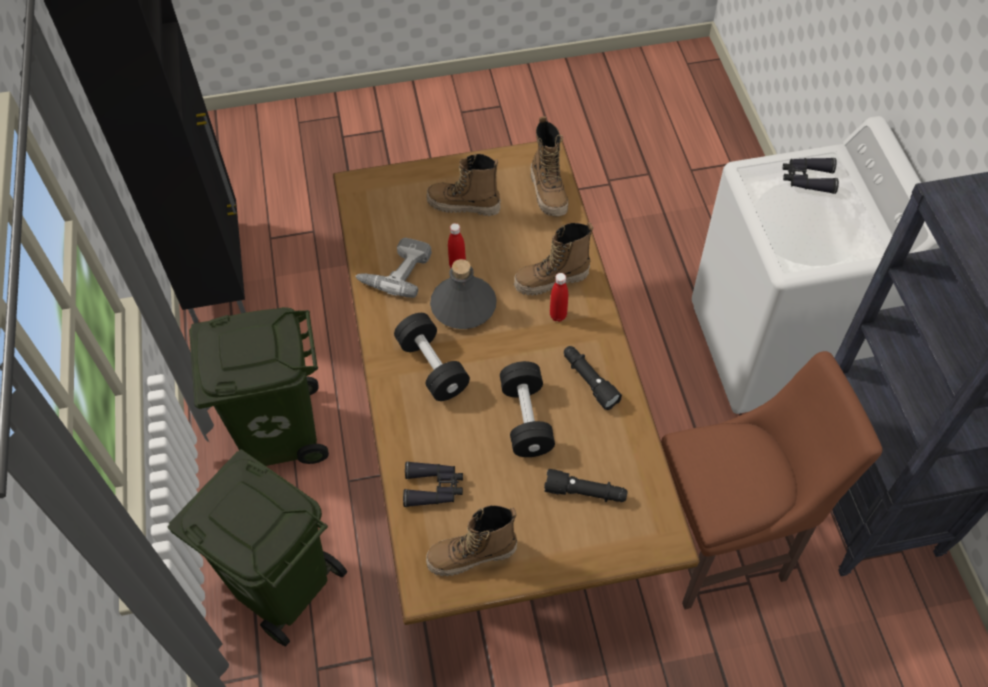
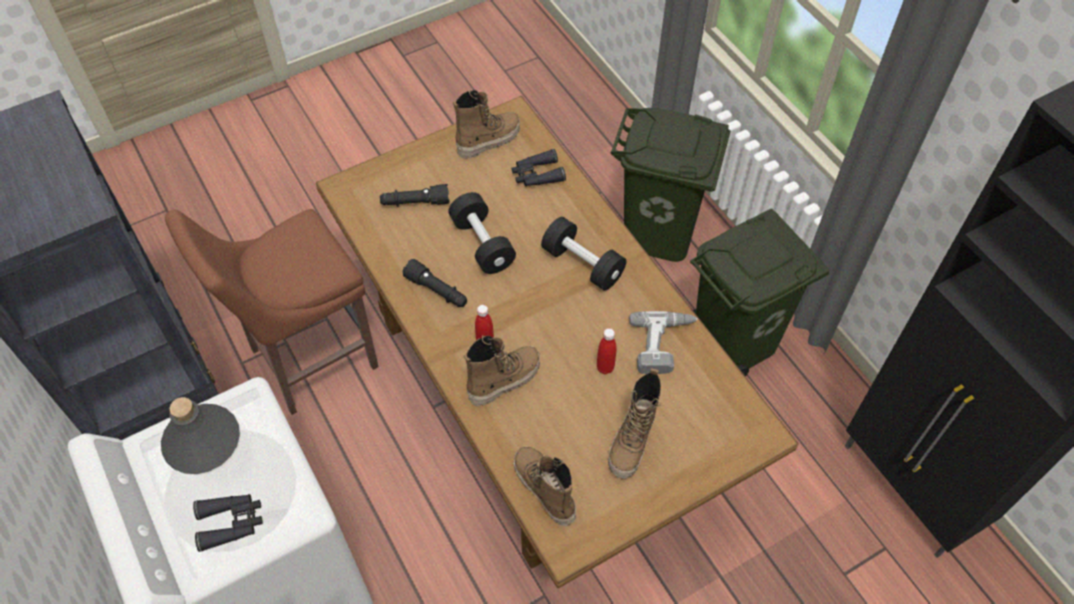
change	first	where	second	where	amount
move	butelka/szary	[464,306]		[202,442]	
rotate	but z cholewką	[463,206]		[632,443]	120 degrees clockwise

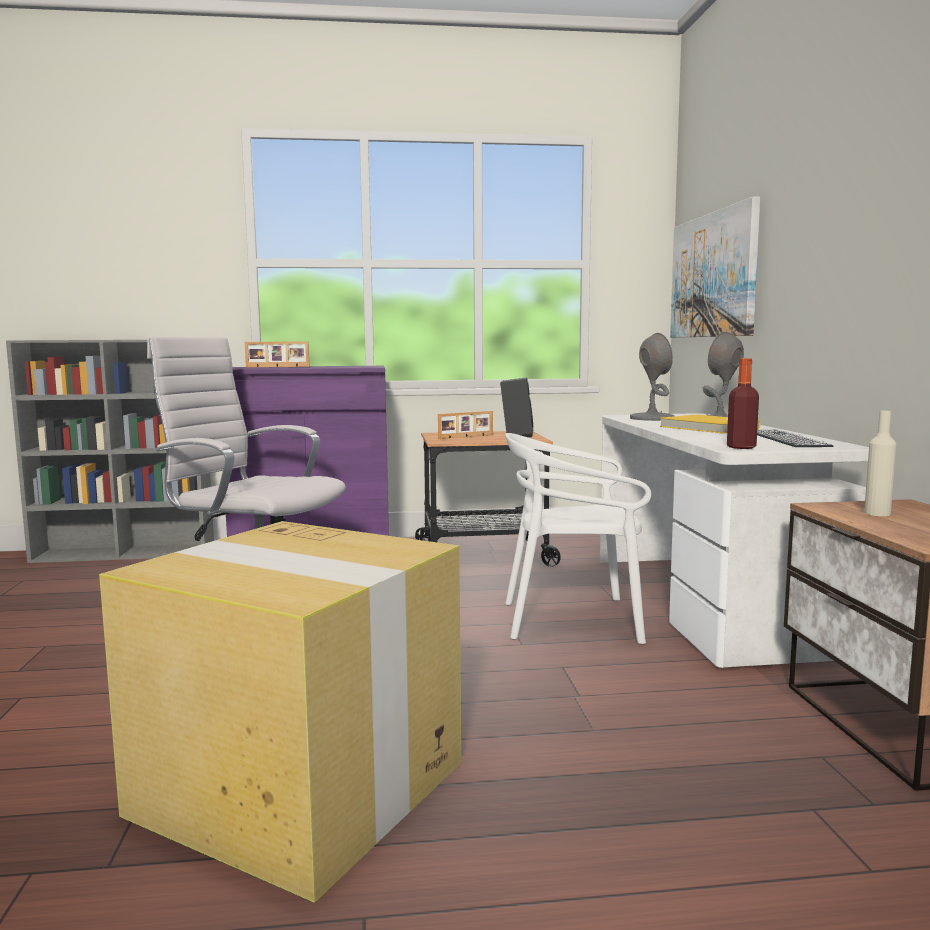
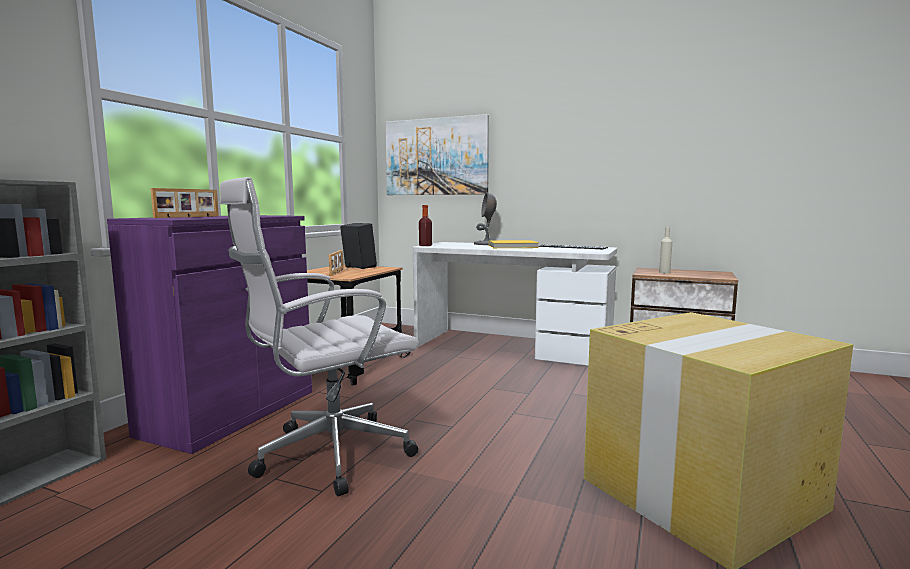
change	first	where	second	where	amount
delete	krzesło/biały	[572,620]			
delete	lampa stołowa/szary	[651,418]			
move	butelka	[741,447]		[425,245]	

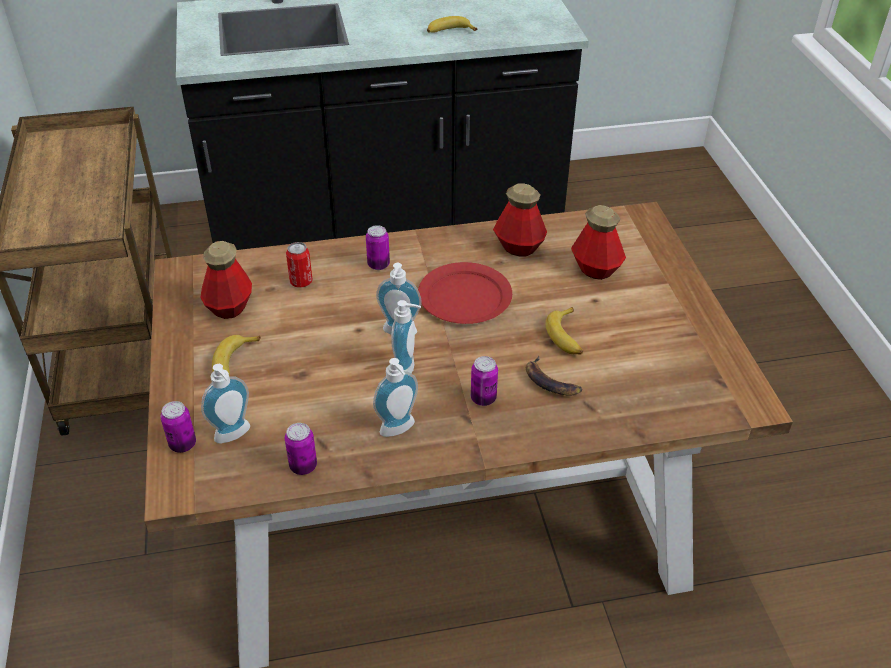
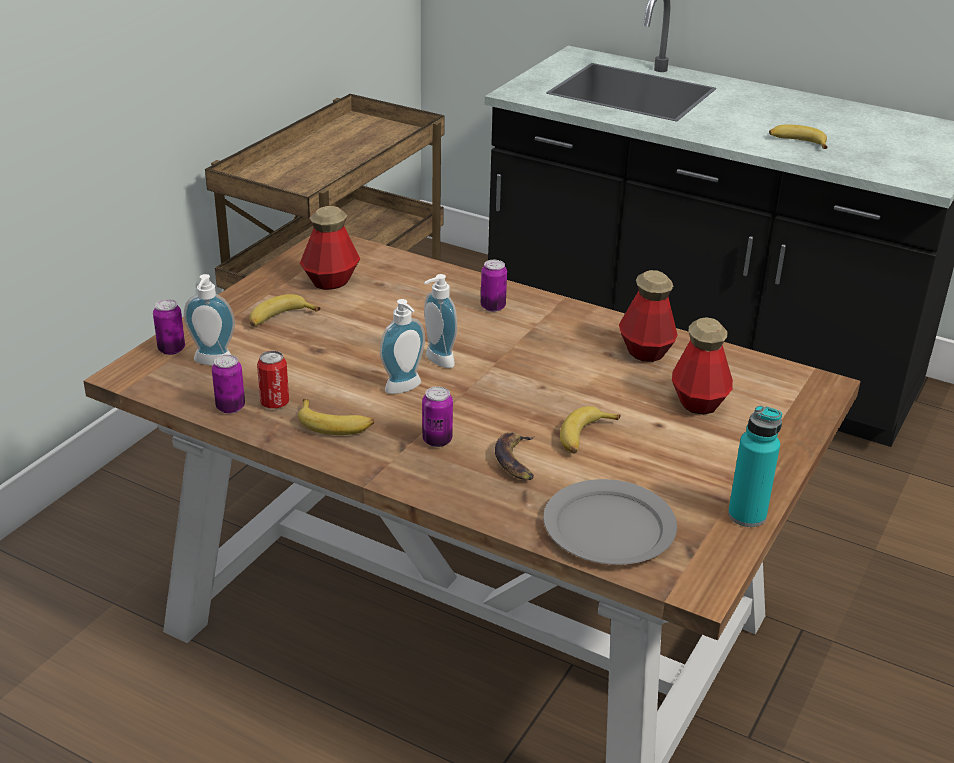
change	first	where	second	where	amount
delete	talerz/czerwony	[465,296]			
insert			talerz/szary	[608,527]	
insert			butelka/turkusowy	[747,515]	
move	puszka	[301,282]		[275,403]	
replace	dozownik mydła	[399,430]	banan	[335,424]	

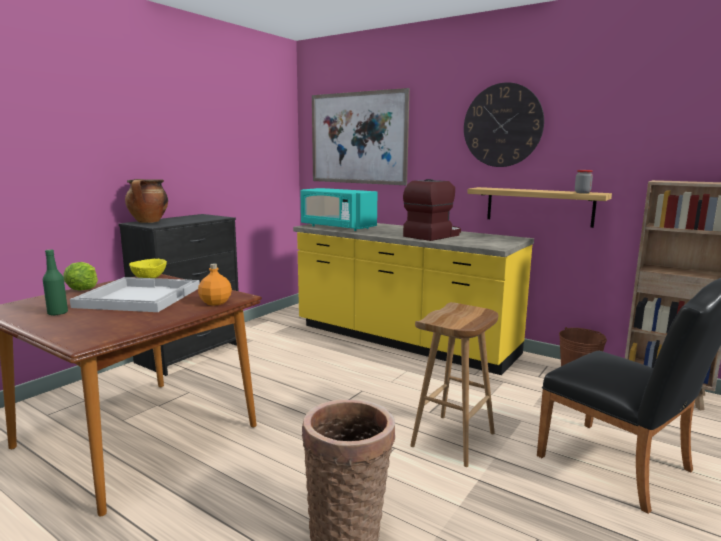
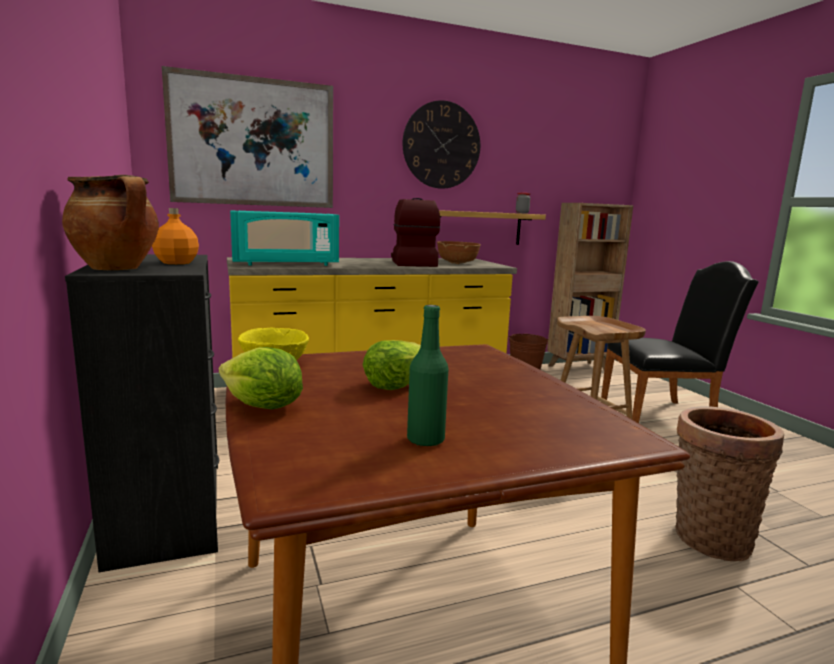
change	first	where	second	where	amount
insert			miska/brązowy	[457,263]	
move	butelka/pomarańczowy	[216,302]		[177,263]	
replace	taca/biały	[139,296]	sałata	[396,384]	

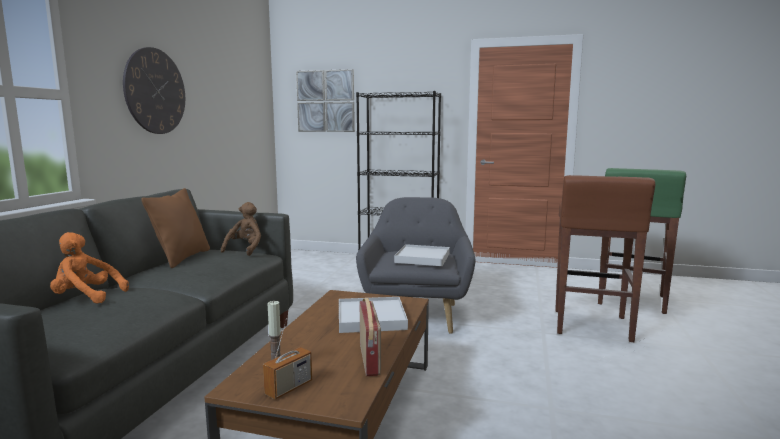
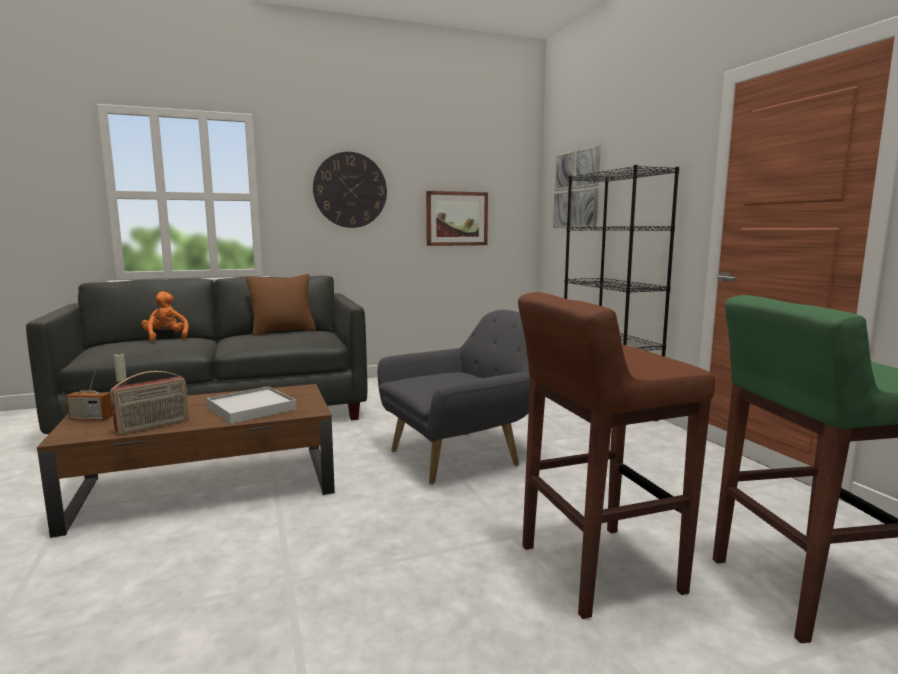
change	first	where	second	where	amount
delete	pluszak/brązowy	[245,249]			
delete	taca/biały	[422,258]			
insert			obraz	[456,218]	

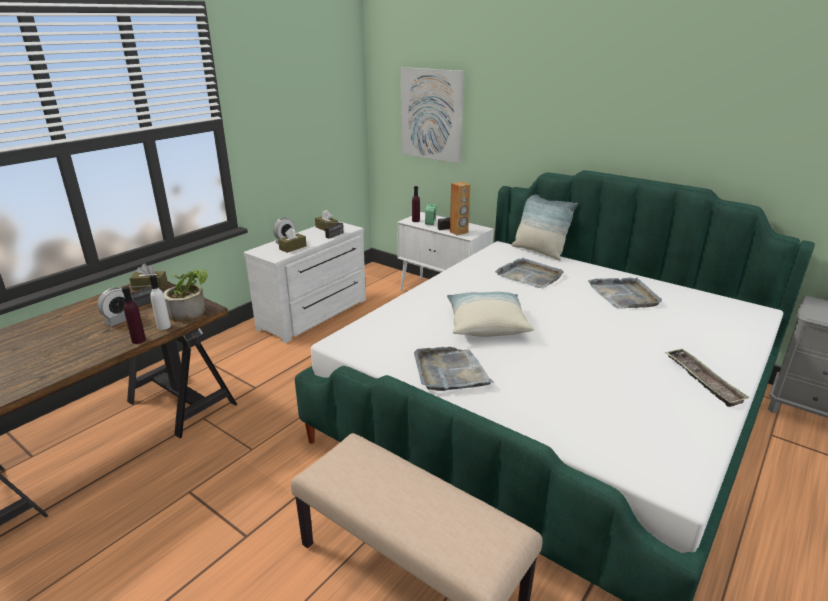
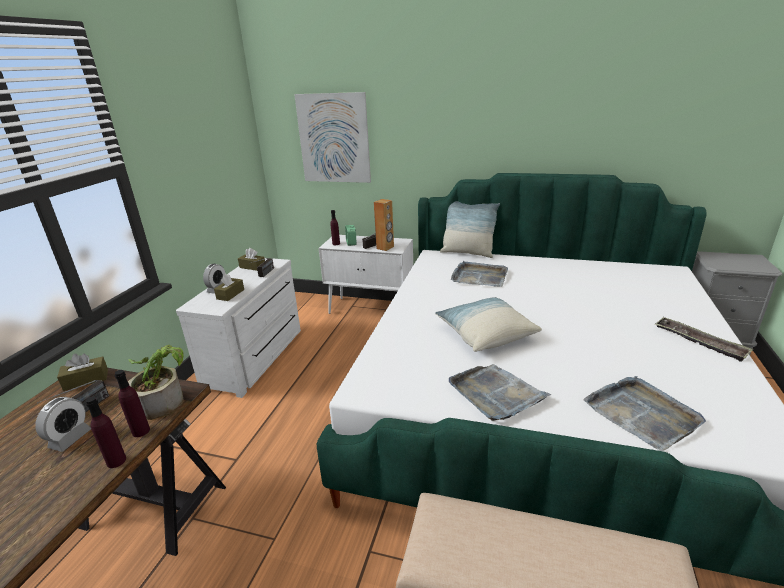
change	first	where	second	where	amount
move	taca/szary	[624,295]		[642,414]	
recolor	butelka/biały	[164,326]	butelka/fioletowy	[141,431]	

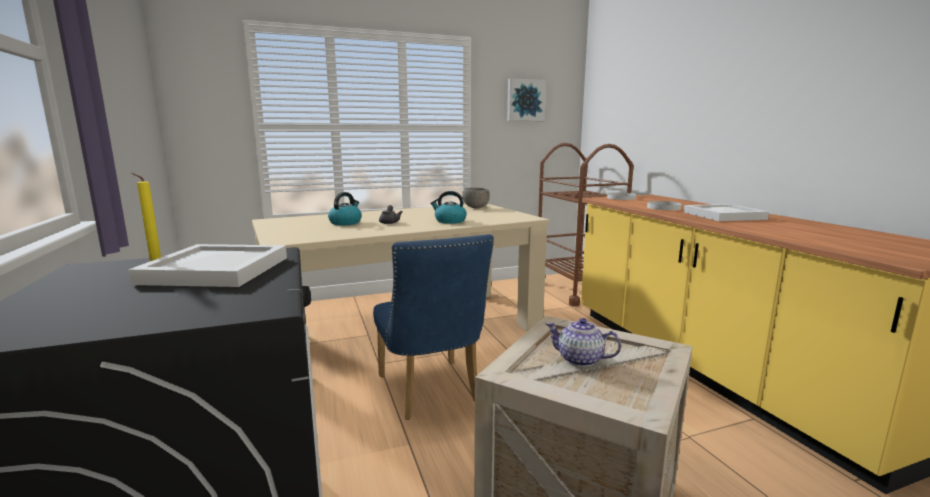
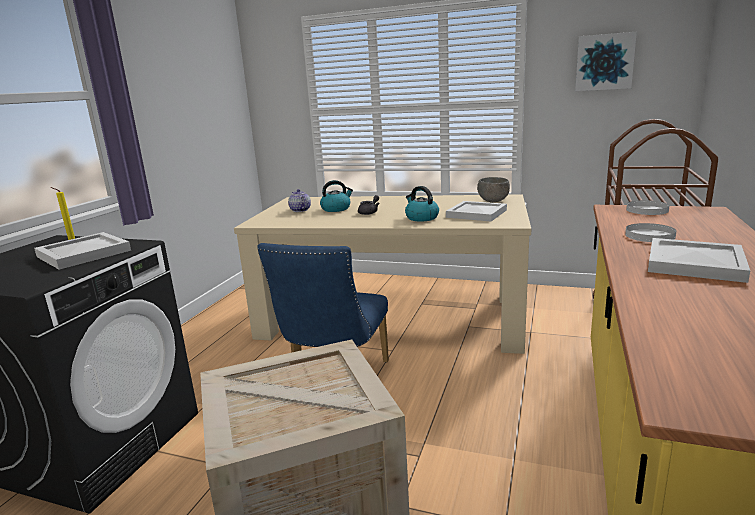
change	first	where	second	where	amount
insert			taca/biały	[477,214]	
move	imbryk	[580,360]		[300,210]	

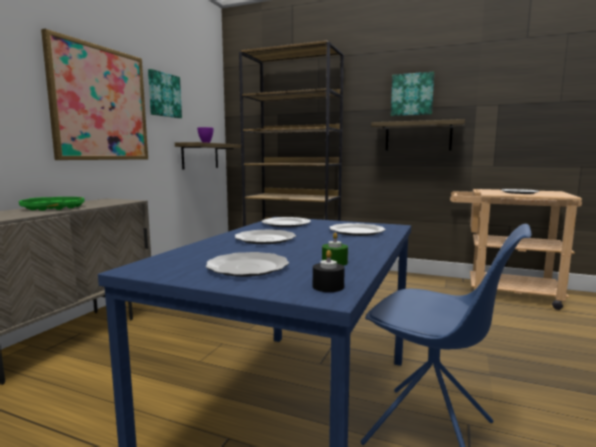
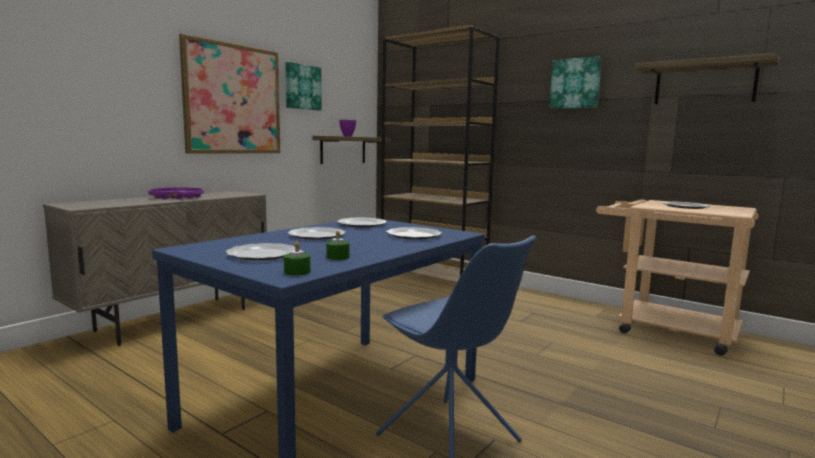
change	first	where	second	where	amount
move	półka	[418,136]		[704,83]	
recolor	taca/zielony	[53,208]	taca/fioletowy	[176,197]	
recolor	świeca/czarny	[328,286]	świeca/zielony	[297,272]	

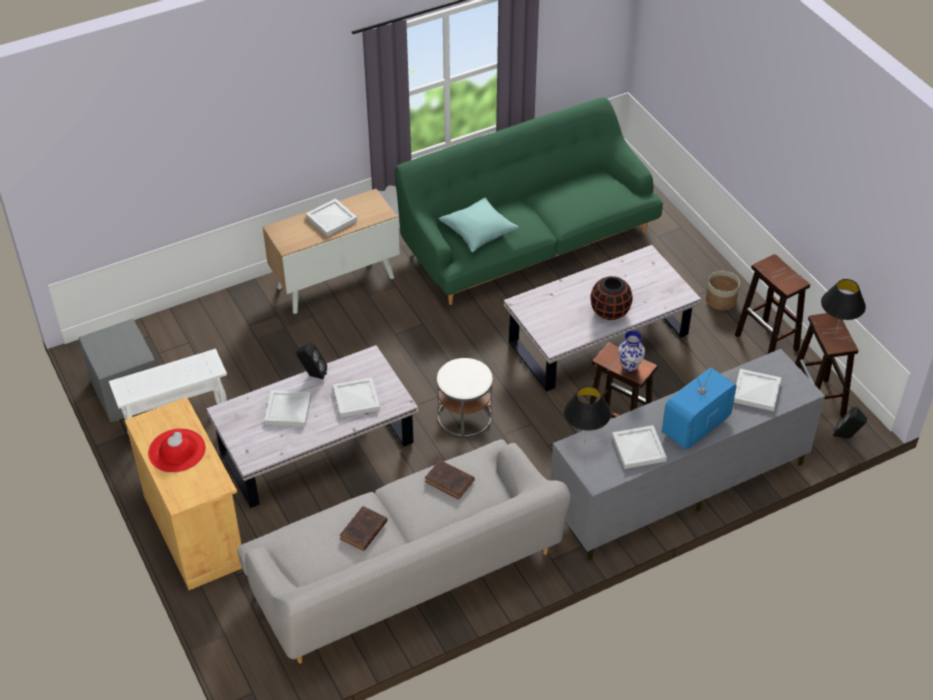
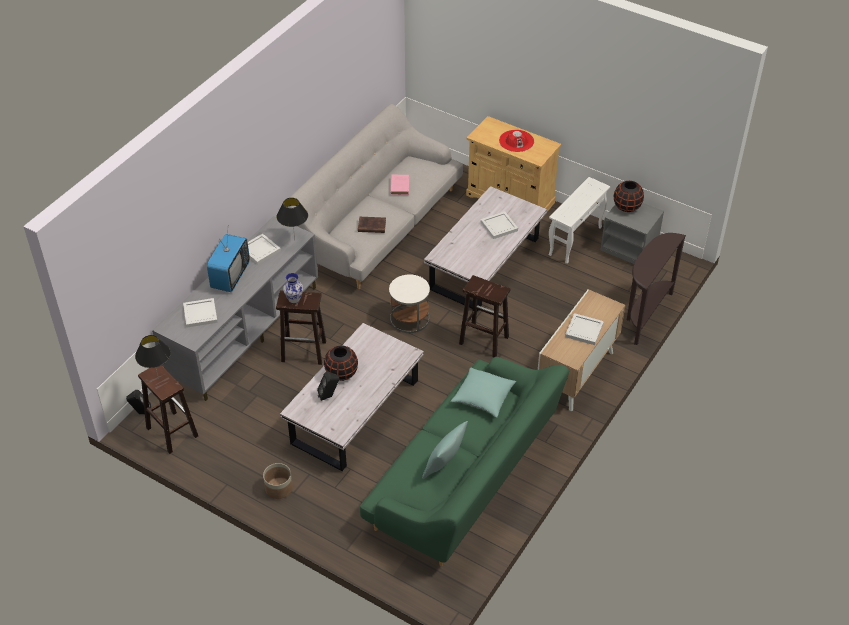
change	first	where	second	where	amount
delete	taca/biały	[357,399]			
insert			poduszka/turkusowy	[444,465]	
insert			wazon/czarny	[627,207]	
insert			stolik konsolowy/brązowy	[645,314]	
move	głośnik/czarny	[312,375]		[329,396]	
move	stołek/brązowy	[767,343]		[483,340]	
recolor	książka/brązowy	[363,531]	książka/różowy	[399,185]	

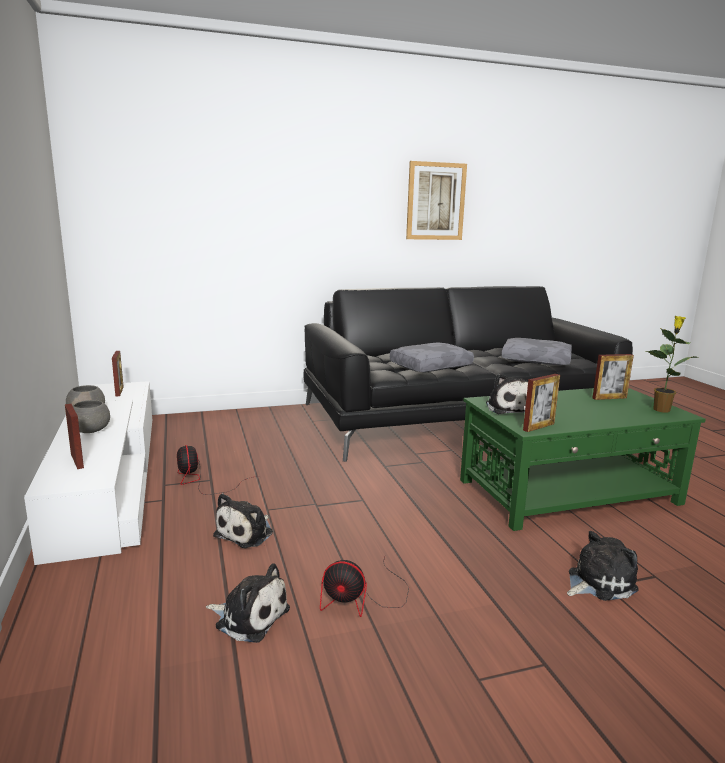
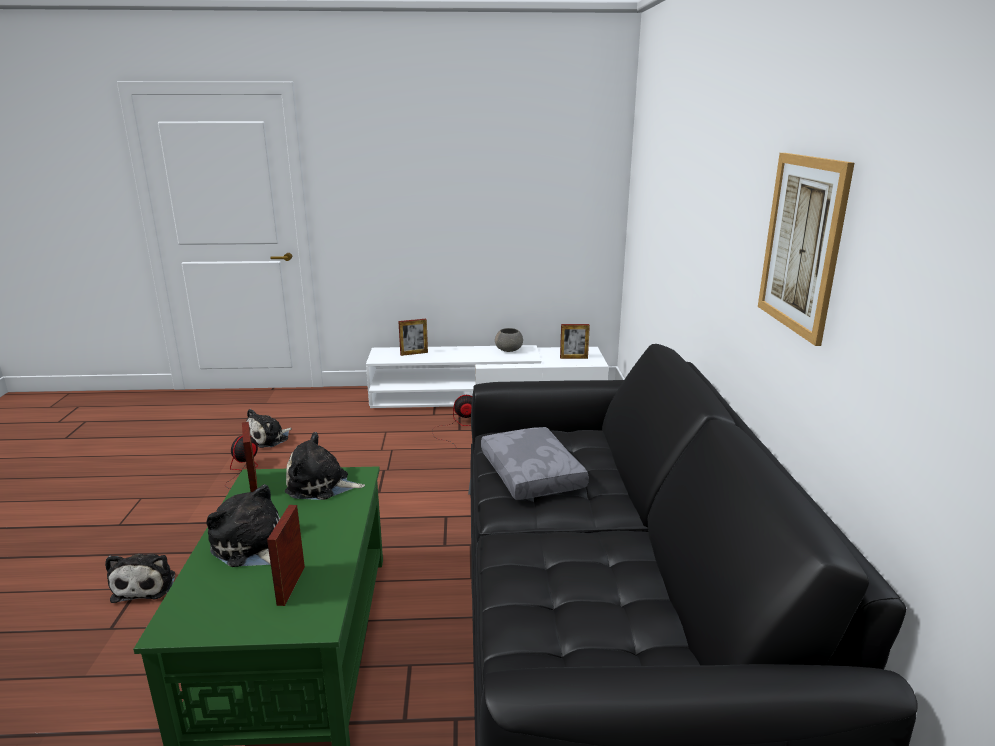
change	first	where	second	where	amount
delete	miska/szary	[91,430]			
delete	poduszka/szary	[536,360]			
delete	roślina doniczkowa	[661,409]			
move	pluszak	[246,533]		[252,547]	

